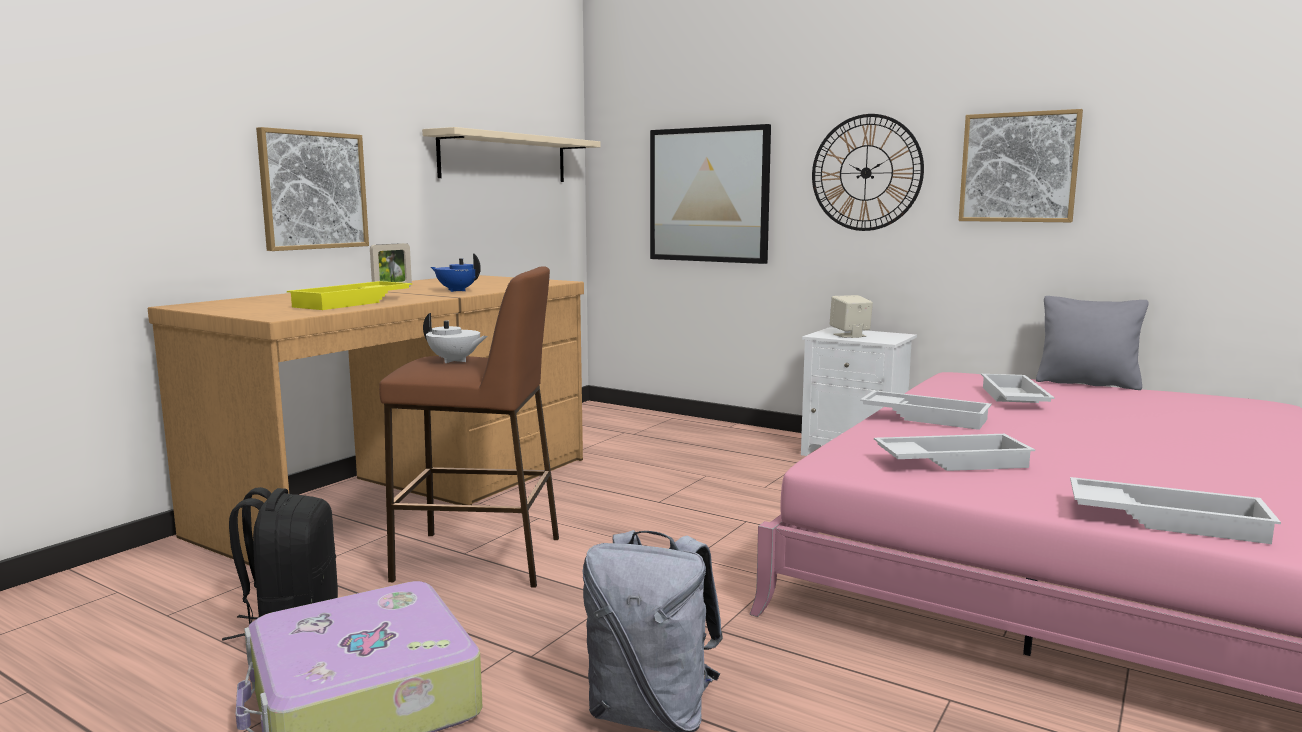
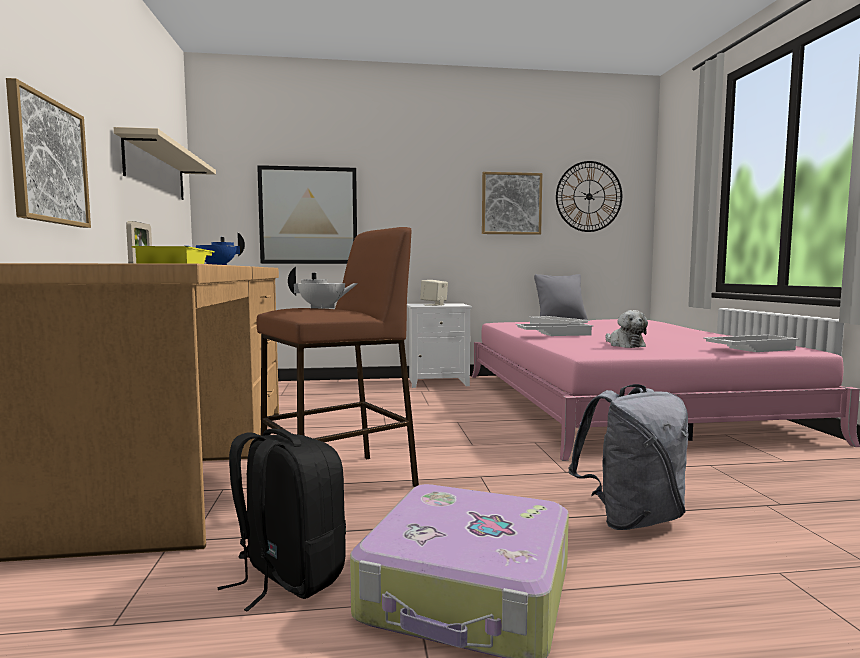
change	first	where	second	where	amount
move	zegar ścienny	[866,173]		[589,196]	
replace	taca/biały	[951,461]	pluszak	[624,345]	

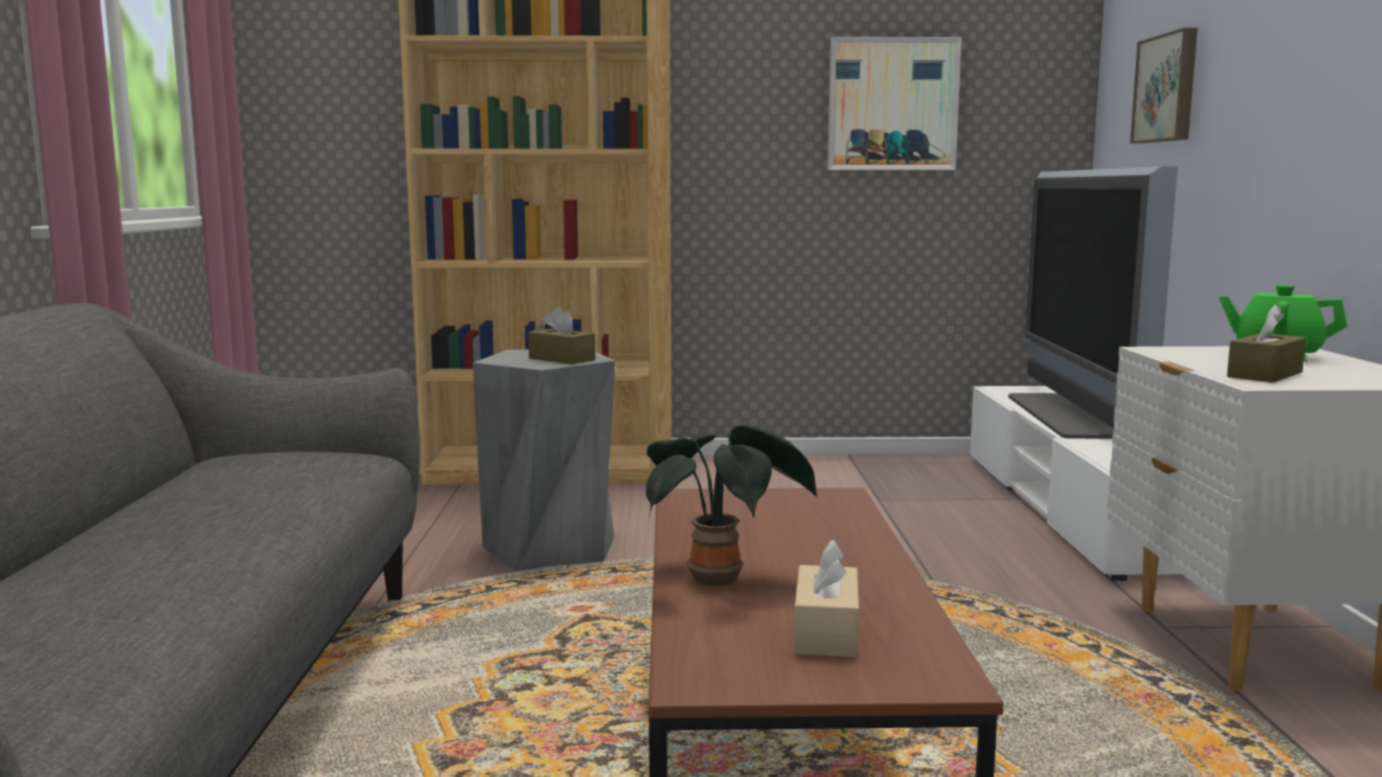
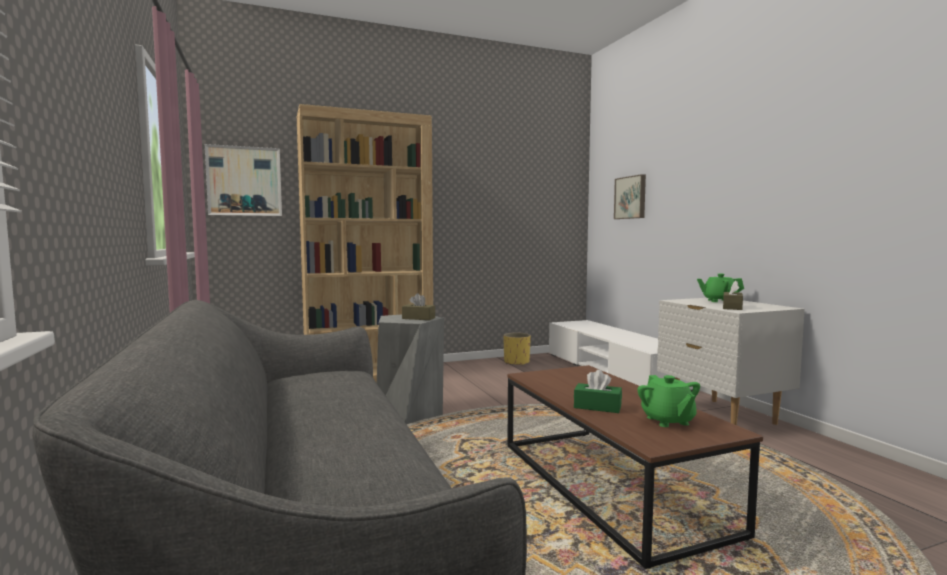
change	first	where	second	where	amount
delete	telewizor	[1075,416]			
insert			donica/żółty	[516,362]	
move	obraz	[892,104]		[244,181]	
replace	roślina doniczkowa	[721,580]	pudełko chusteczek/zielony	[597,407]	
replace	pudełko chusteczek/beżowy	[826,632]	imbryk/zielony	[667,420]	

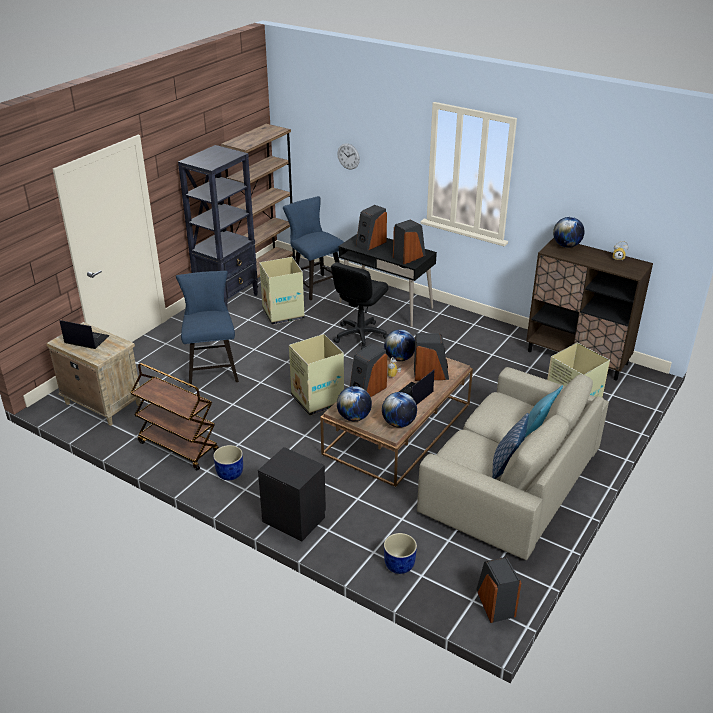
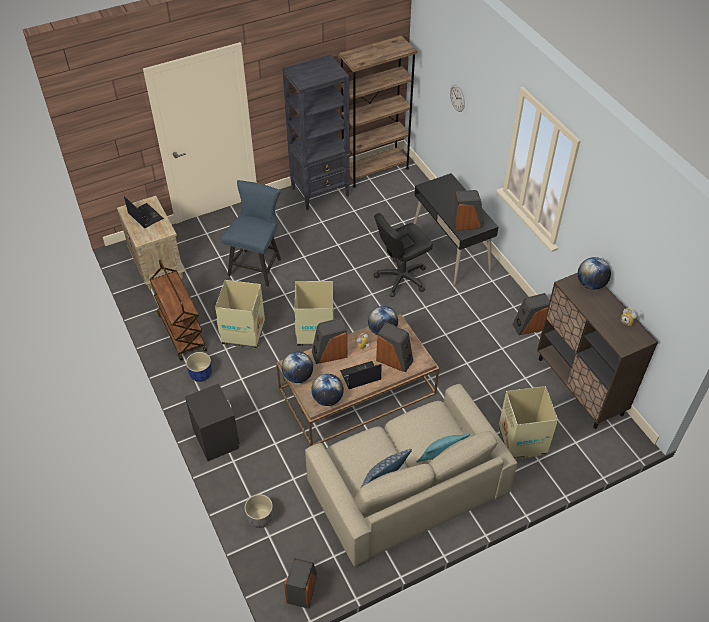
change	first	where	second	where	amount
delete	krzesło/niebieski	[315,285]			
move	karton	[283,313]		[244,332]	
move	głośnik	[370,244]		[529,326]	
recolor	donica/niebieski	[399,565]	donica/szary	[260,518]	

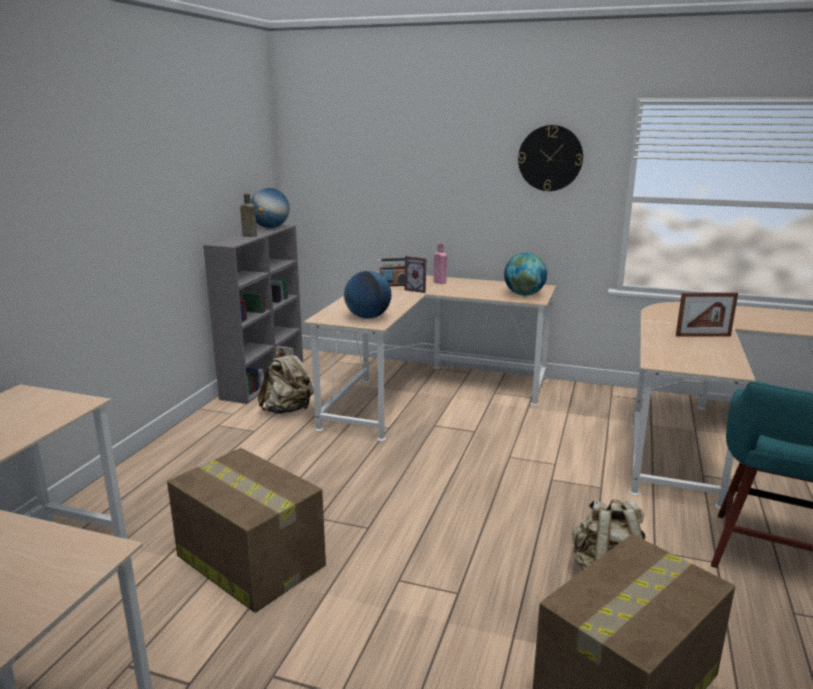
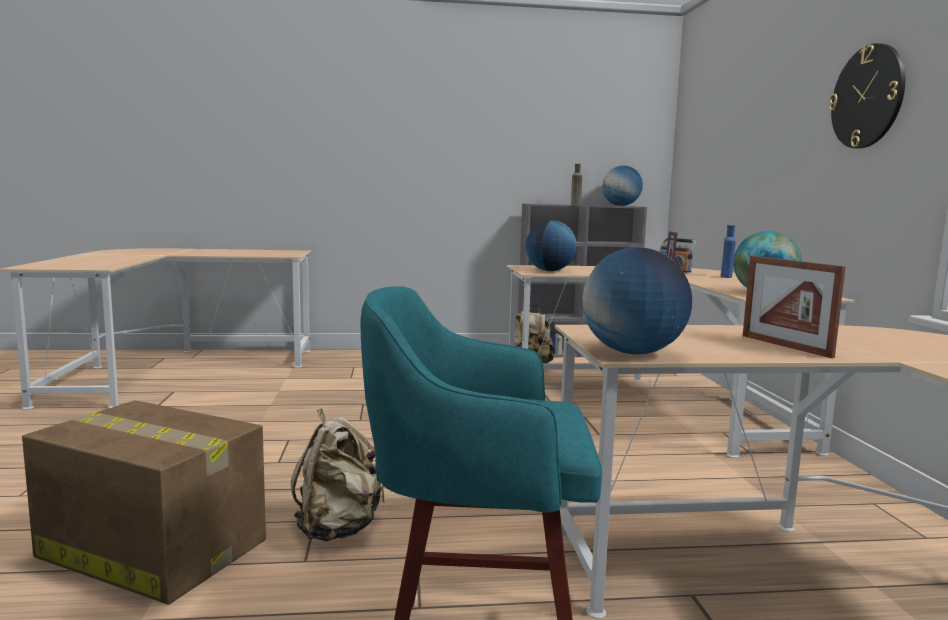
change	first	where	second	where	amount
delete	karton	[249,560]			
insert			globus	[632,353]	
recolor	butelka/różowy	[440,282]	butelka/niebieski	[726,277]	

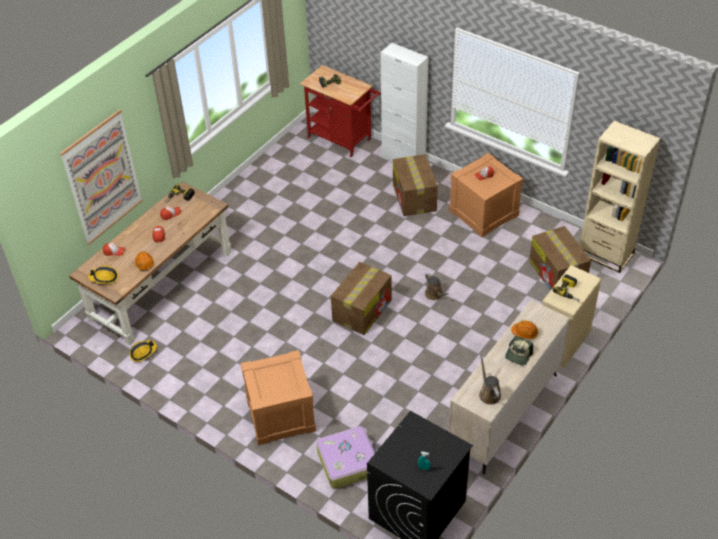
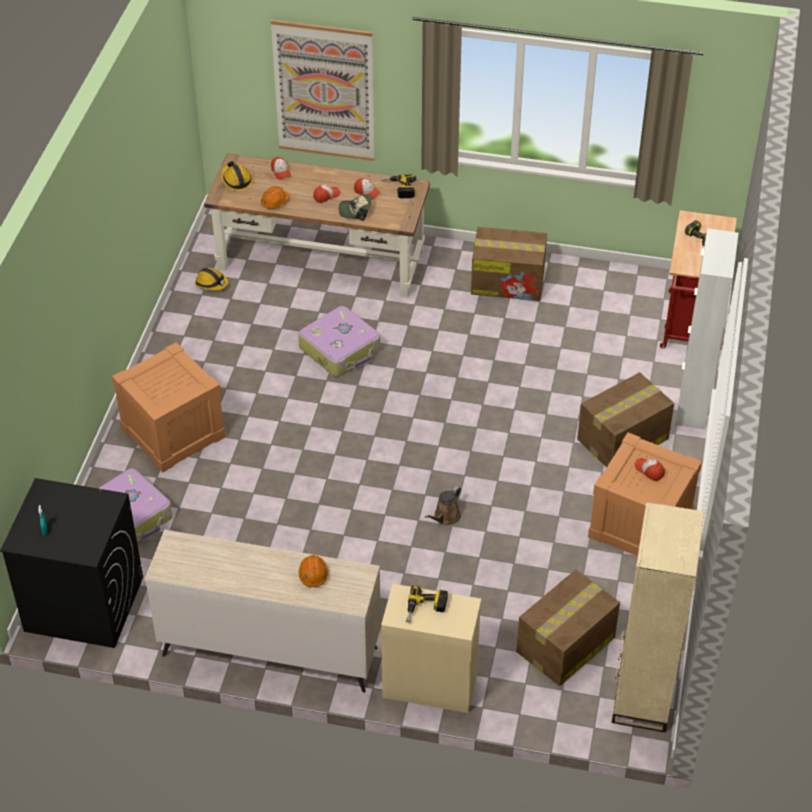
change	first	where	second	where	amount
delete	konewka/brązowy	[489,393]			
insert			walizka	[340,349]	
move	karton	[362,309]		[508,281]	
move	czapka z daszkiem	[518,354]		[355,211]	

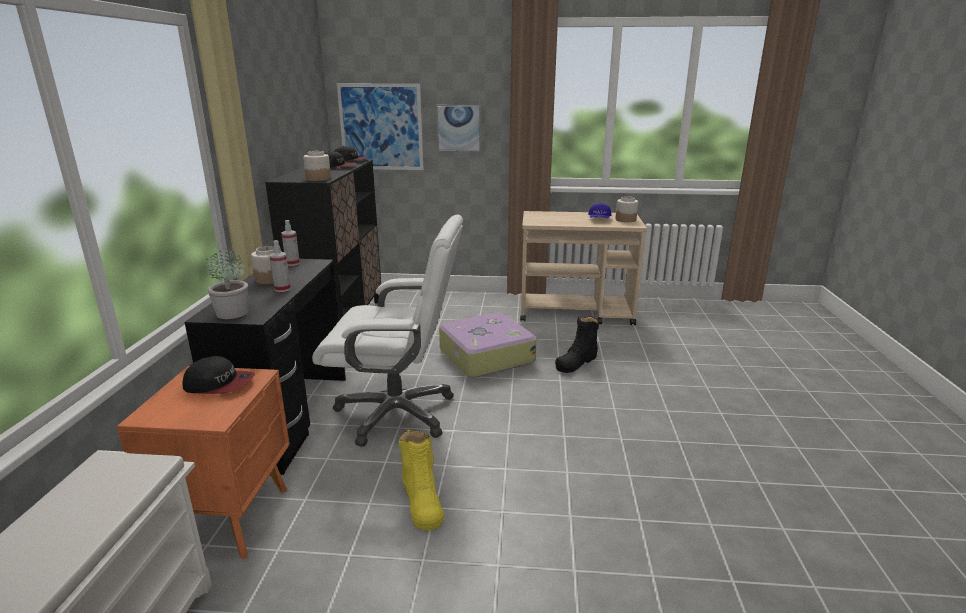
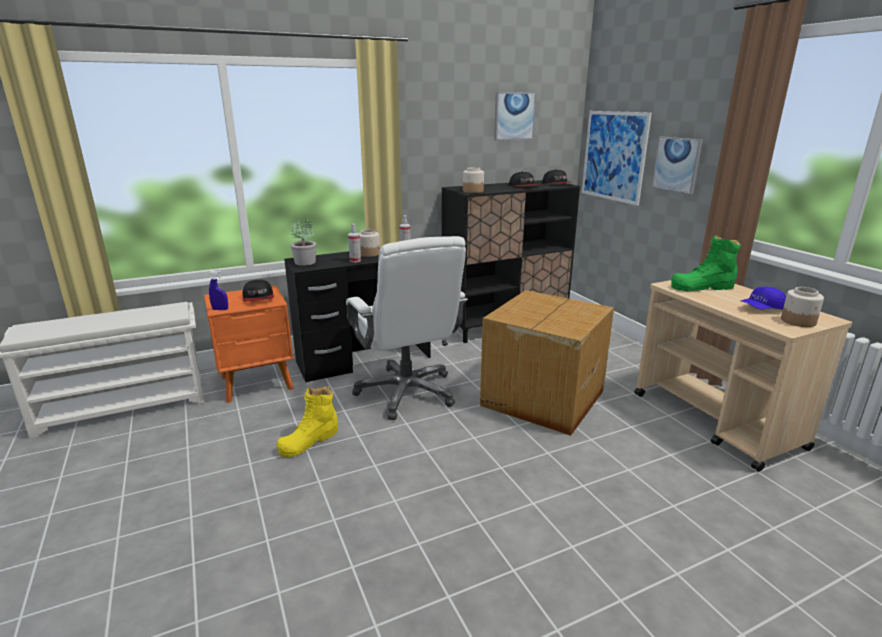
change	first	where	second	where	amount
delete	but z cholewką/czarny	[576,362]			
insert			spryskiwacz/niebieski	[220,309]	
insert			obraz	[514,116]	
insert			but z cholewką/zielony	[702,287]	
replace	walizka	[485,355]	karton	[540,398]	

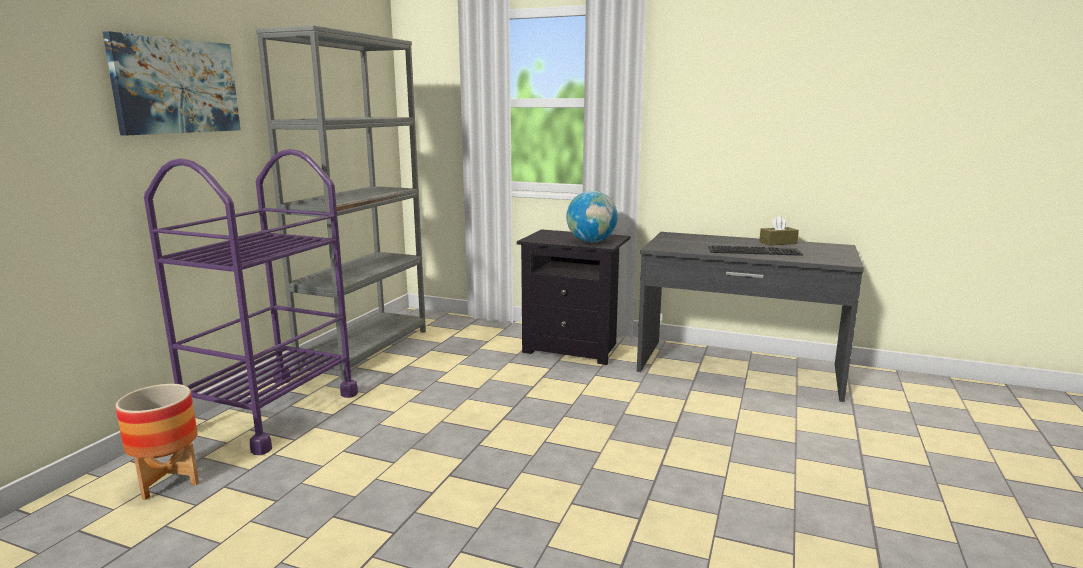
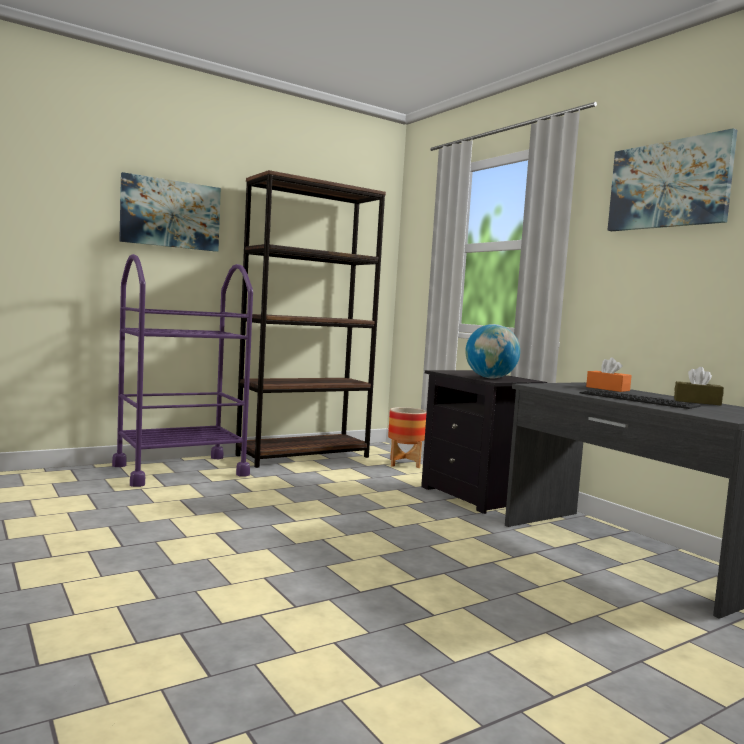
change	first	where	second	where	amount
insert			pudełko chusteczek/pomarańczowy	[607,389]	
insert			obraz	[669,185]	
move	donica	[168,480]		[404,463]	
recolor	regał/szary	[365,349]	regał/brązowy	[303,456]	

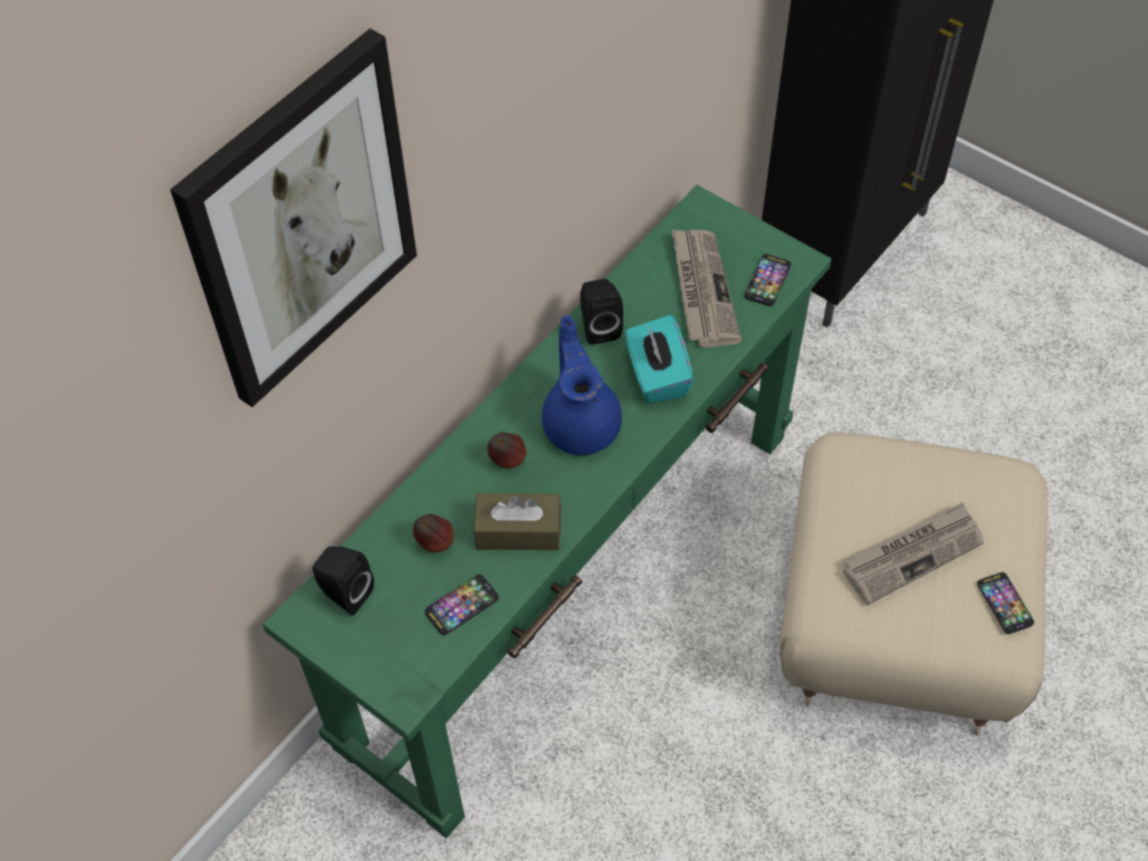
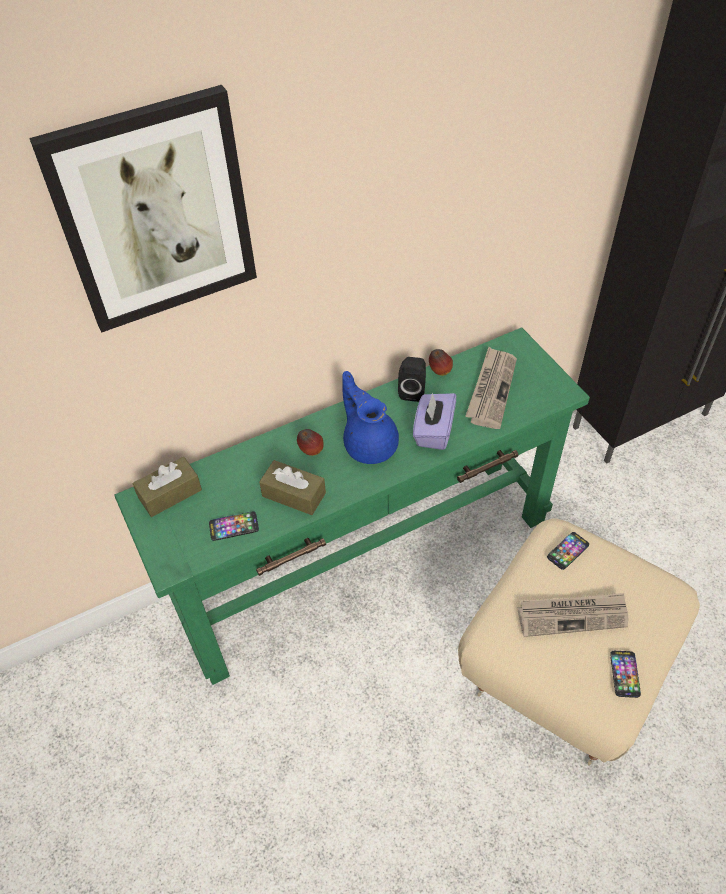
change	first	where	second	where	amount
move	jabłko	[435,544]		[439,372]	
move	telefon	[767,281]		[567,551]	
replace	głośnik/czarny	[344,593]	pudełko chusteczek/brązowy	[170,494]	
recolor	pudełko chusteczek/turkusowy	[657,376]	pudełko chusteczek/fioletowy	[433,431]	
rotate	imbryk/niebieski	[581,423]		[369,444]	45 degrees counterclockwise

